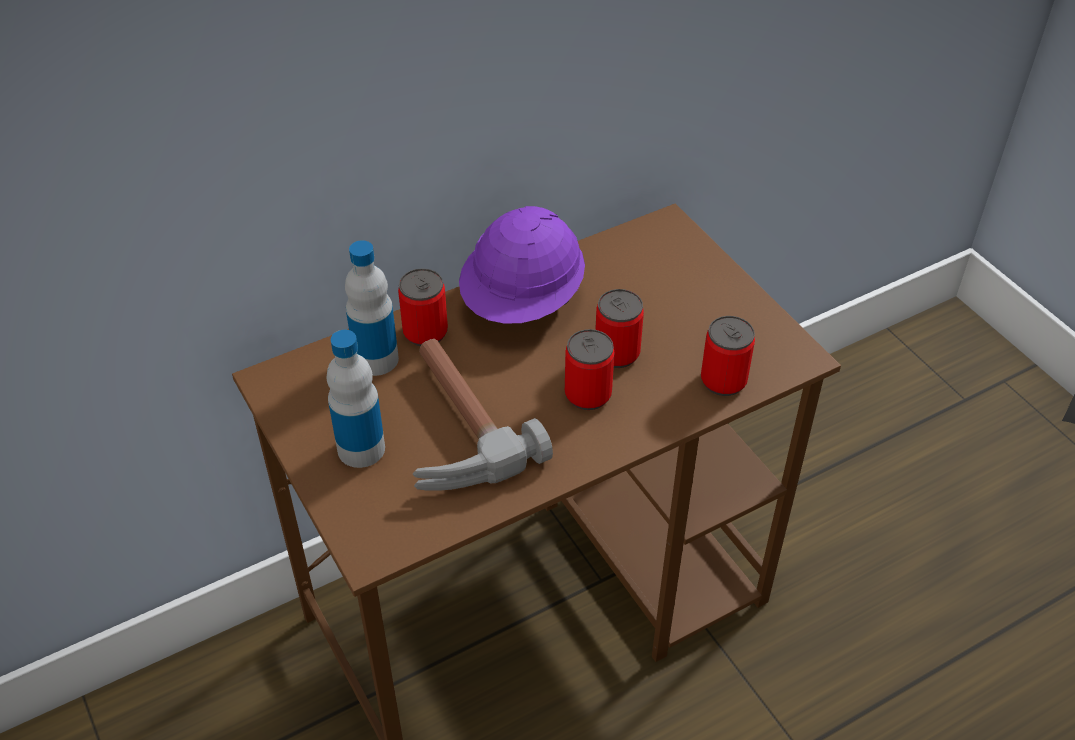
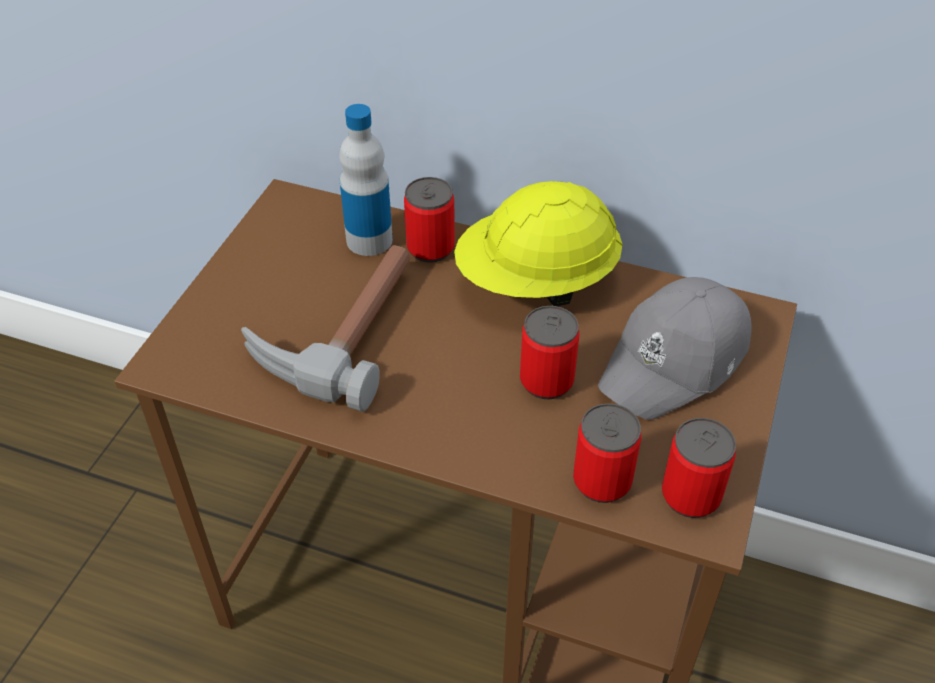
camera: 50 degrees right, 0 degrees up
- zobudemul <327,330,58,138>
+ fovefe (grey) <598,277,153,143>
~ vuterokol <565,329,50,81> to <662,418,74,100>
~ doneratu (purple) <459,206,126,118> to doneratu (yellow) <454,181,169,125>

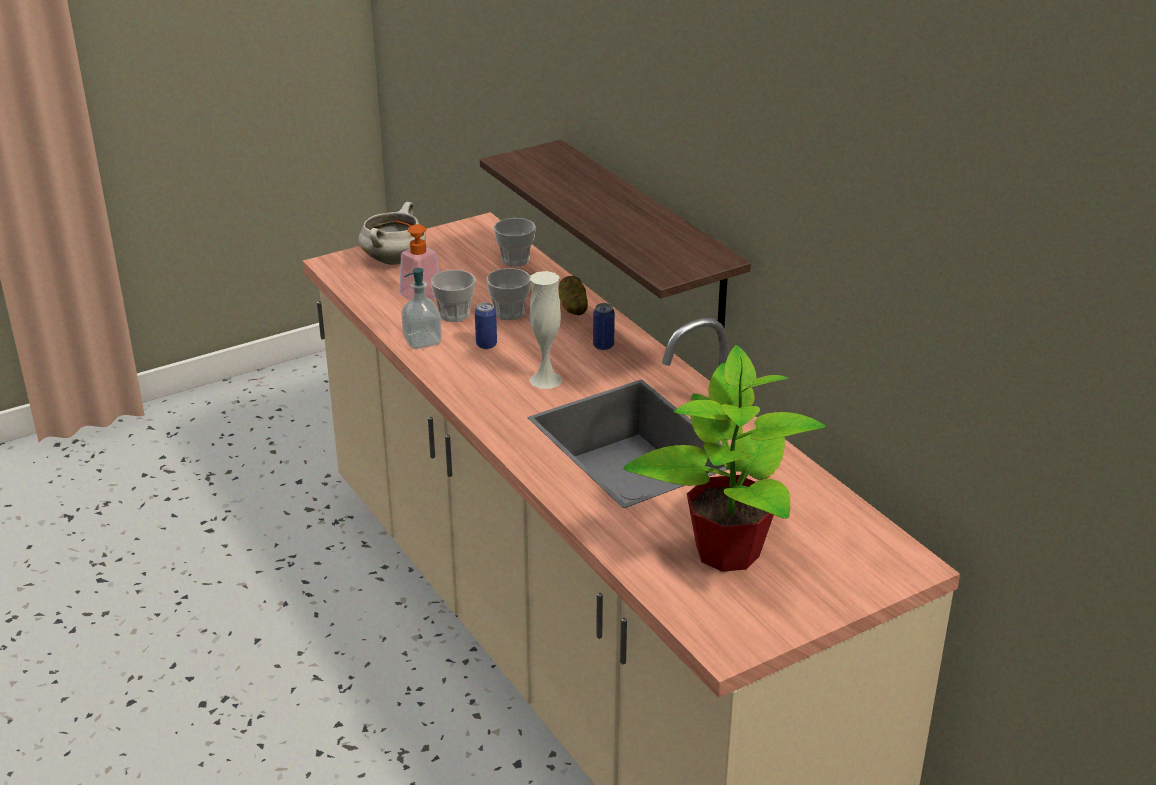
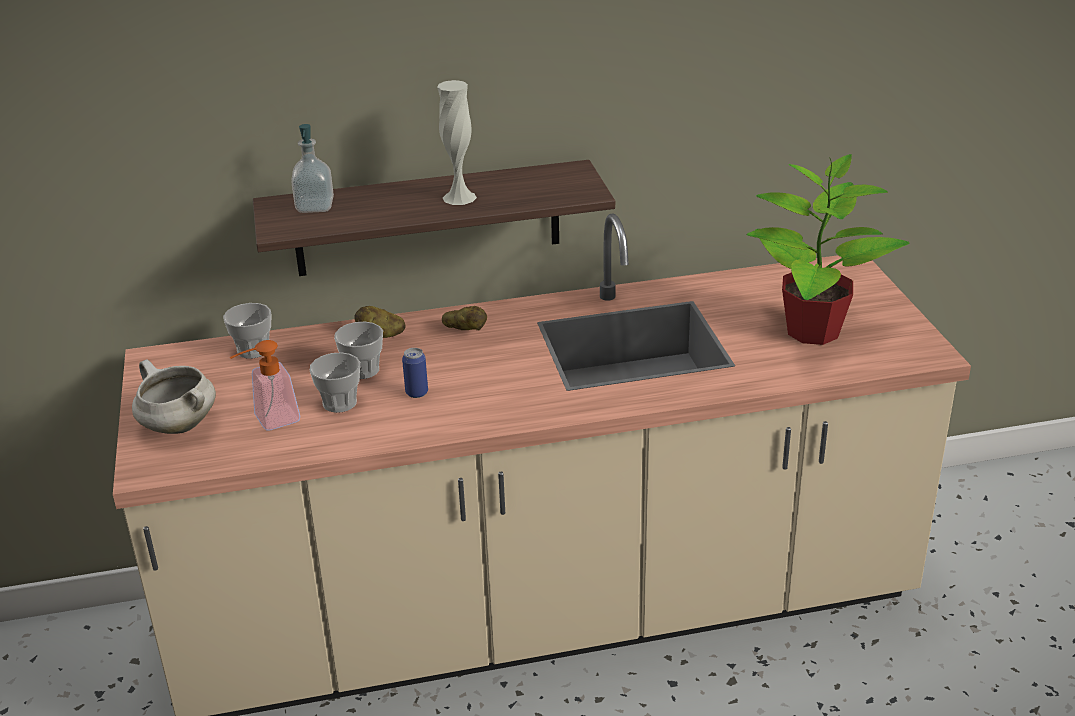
camera: 70 degrees left, 0 degrees up
~ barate <401,268,41,81> to <291,124,43,89>
~ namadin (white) <529,271,34,118> to <437,80,40,125>
~ vuterokol <593,303,22,47> to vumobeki <442,306,45,24>

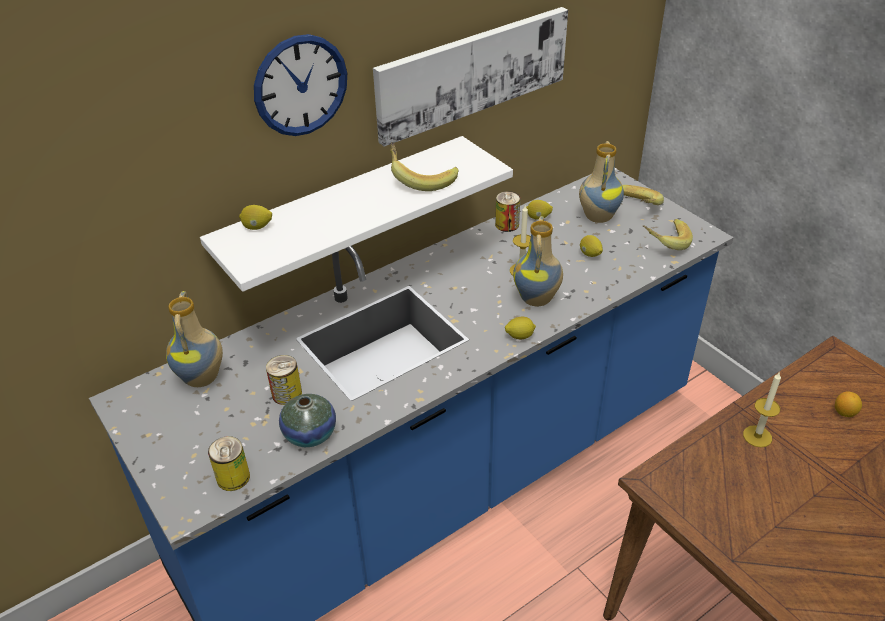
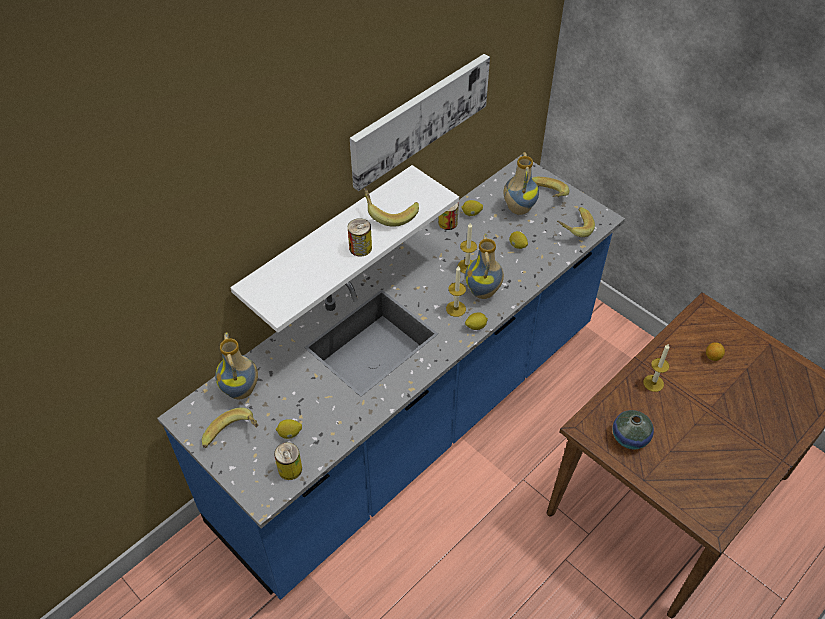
camera: 10 degrees left, 10 degrees up
- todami <254,34,93,102>
+ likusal <202,407,56,41>
+ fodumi <446,266,20,51>
~ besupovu <239,205,33,25> to <276,419,26,20>
~ vuterokol <266,355,36,50> to <348,218,24,38>
~ namadin <279,394,57,53> to <613,410,41,39>

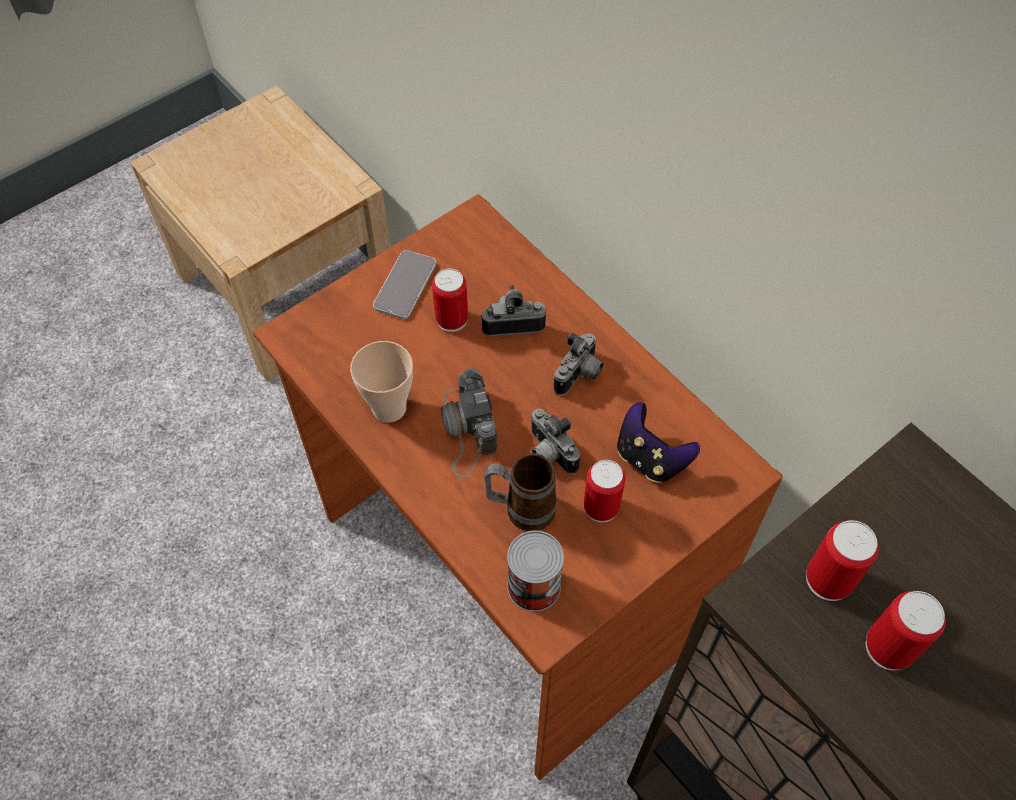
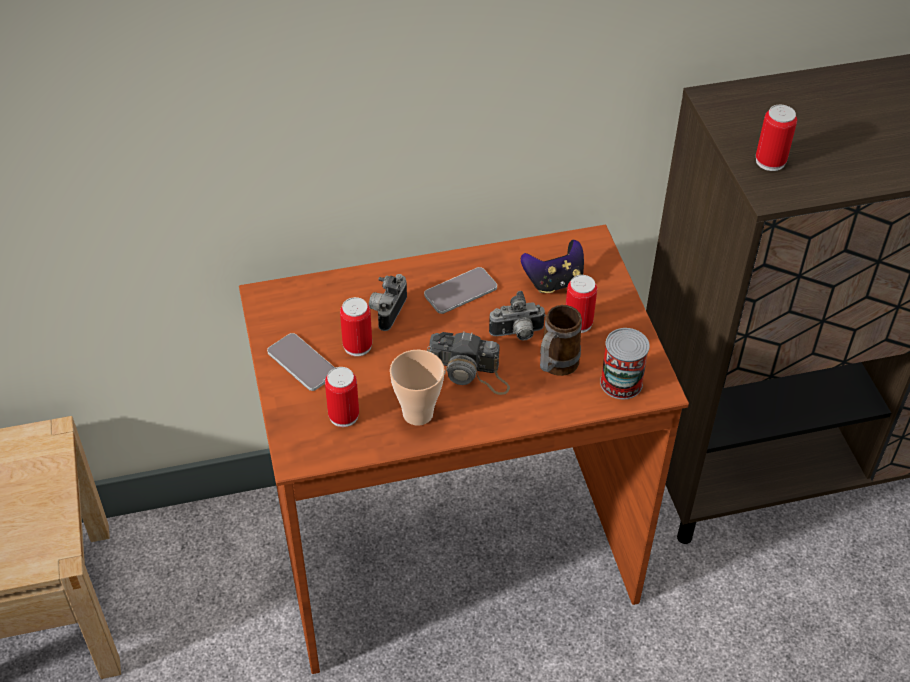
camera: 65 degrees left, 10 degrees down
~ vuterokol <866,591,80,80> to <325,367,34,60>
~ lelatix <553,333,50,62> to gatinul <424,267,73,47>

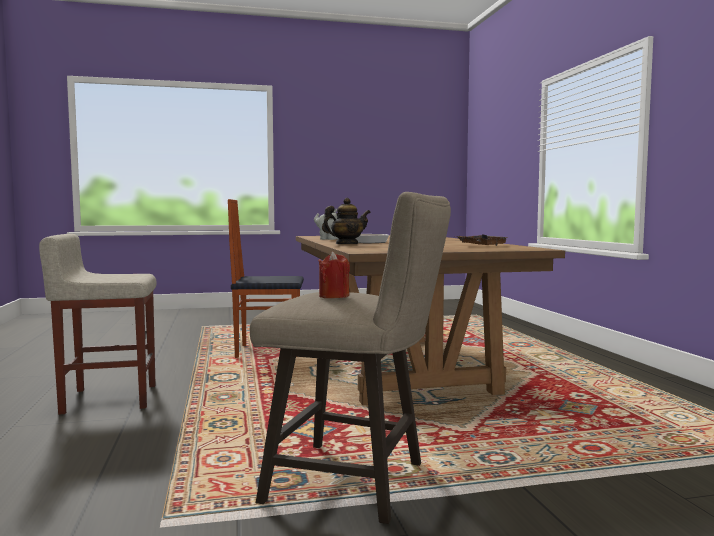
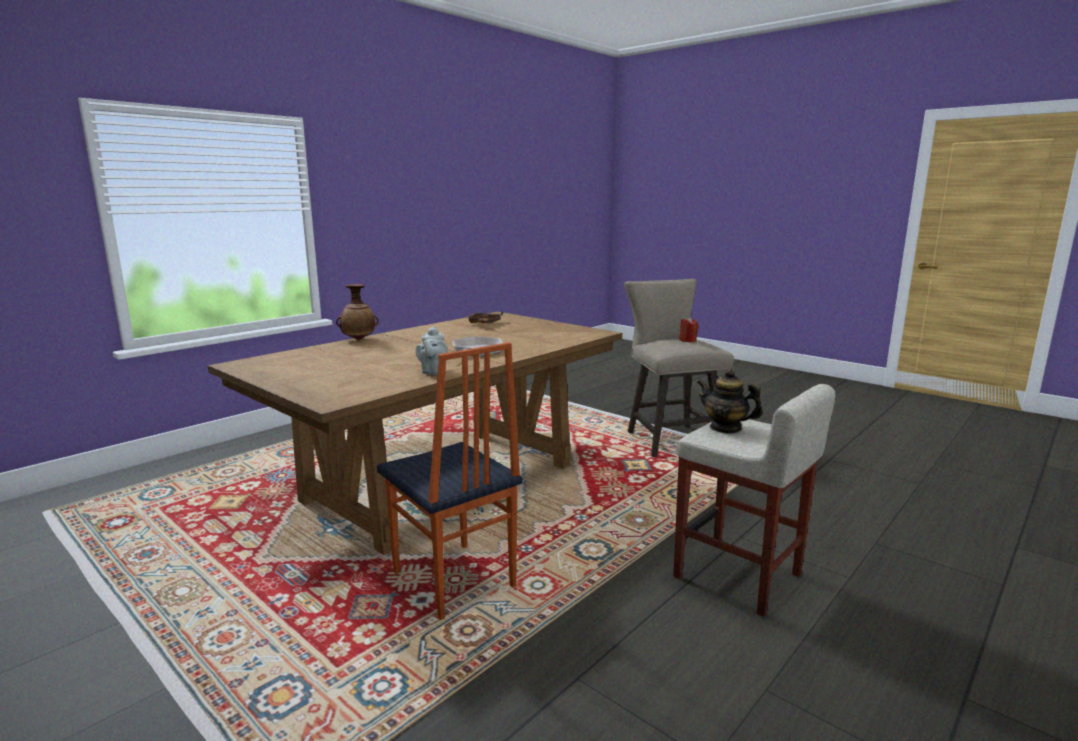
camera: 125 degrees left, 10 degrees up
+ namadin <336,284,43,56>
~ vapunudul <322,198,48,46> to <697,369,66,64>

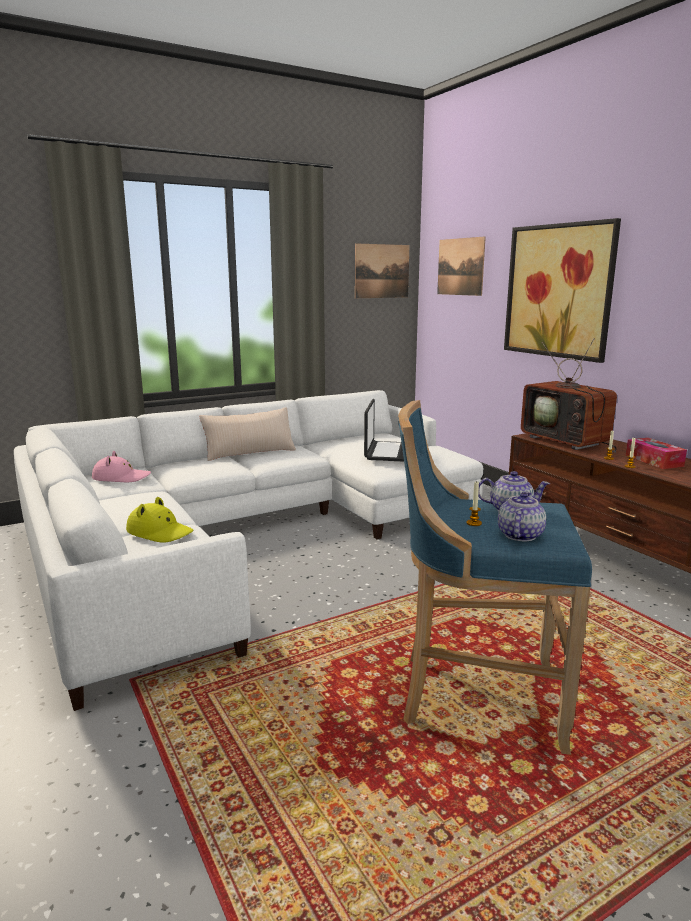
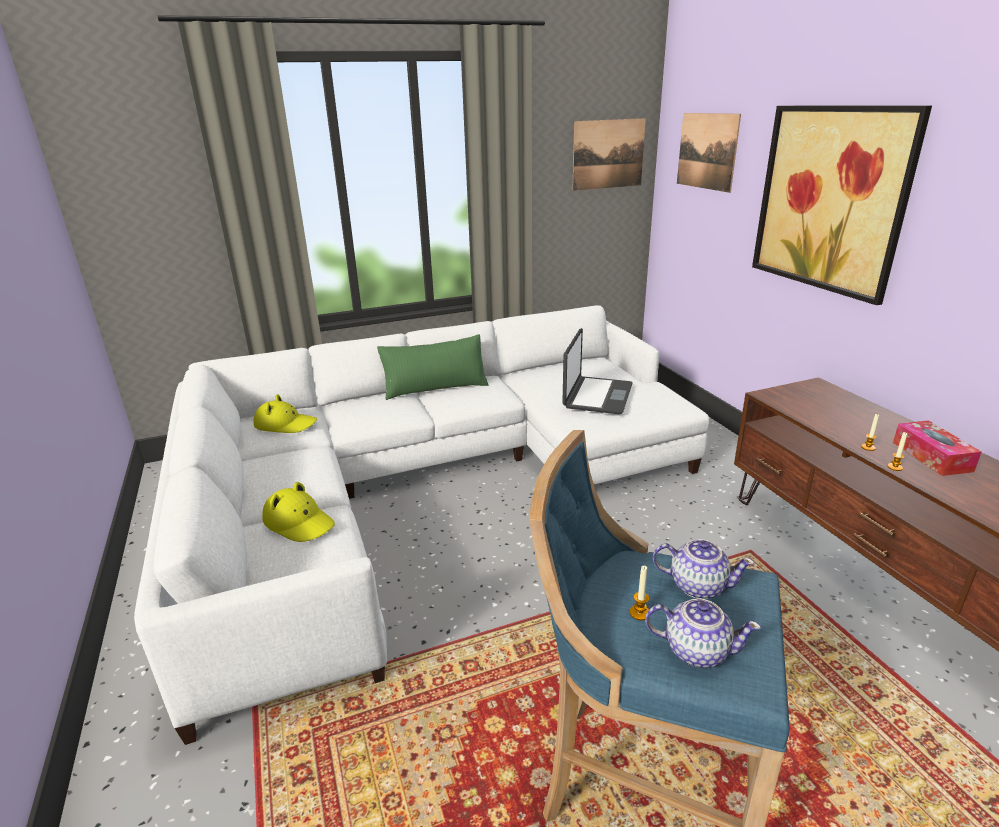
camera: 10 degrees right, 10 degrees up
- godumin <521,338,96,115>
~ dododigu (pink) <92,451,59,31> to dododigu (yellow) <254,394,63,39>
~ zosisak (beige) <199,407,97,54> to zosisak (green) <377,334,111,66>
~ vapunudul <498,491,48,50> = <645,599,116,69> 75 degrees clockwise

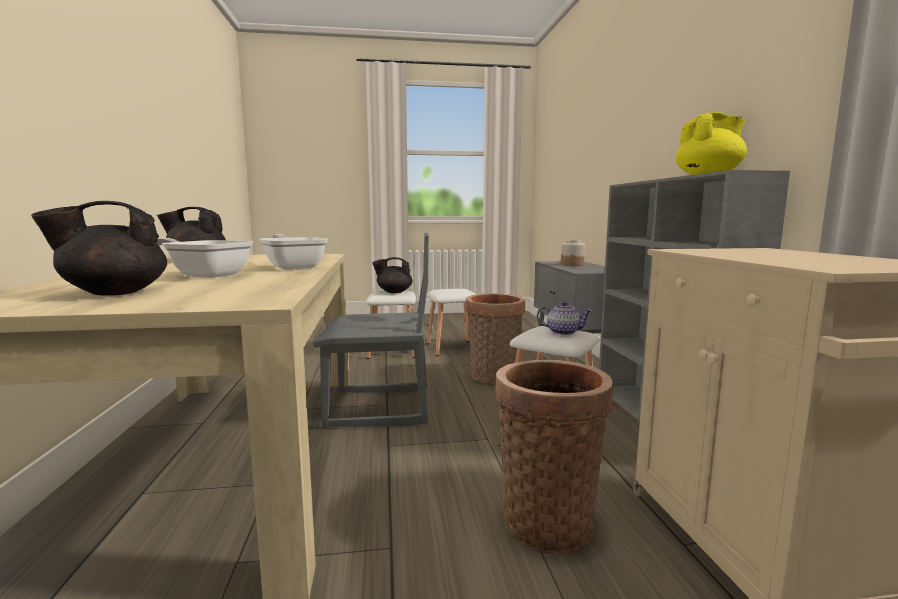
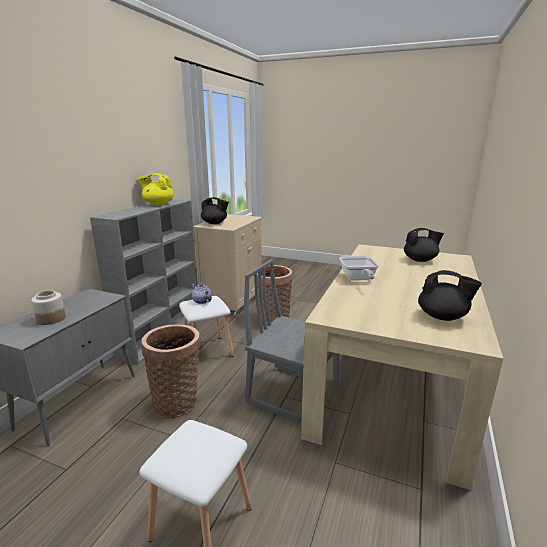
camera: 150 degrees left, 10 degrees up
- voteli <157,238,96,40>
- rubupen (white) <427,289,49,67>
~ vapunudul (black) <372,257,41,36> to <201,197,28,27>

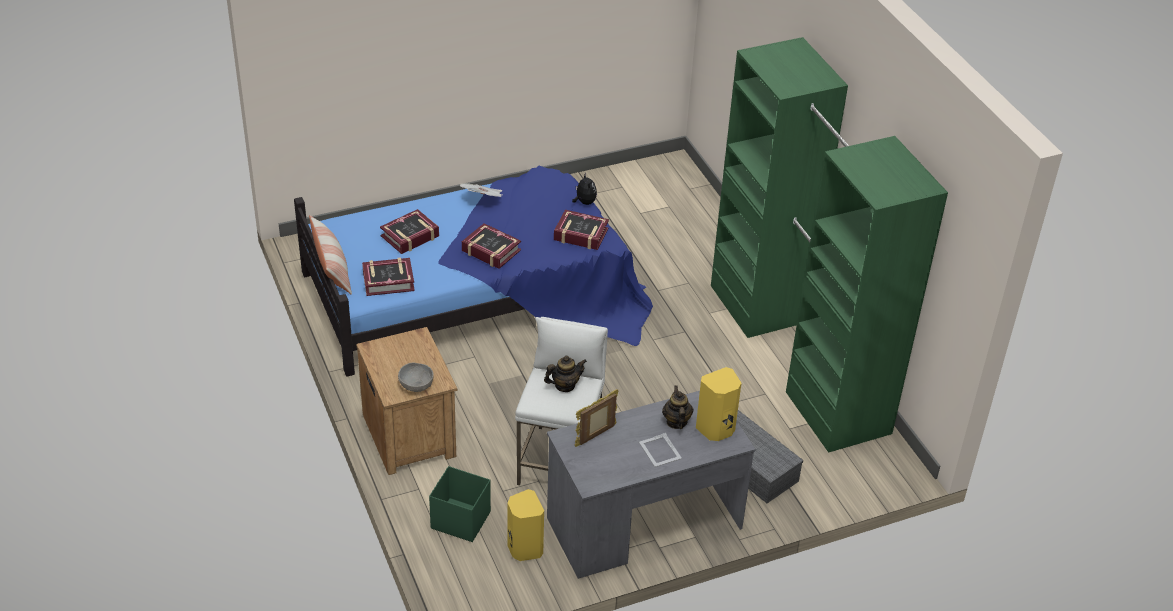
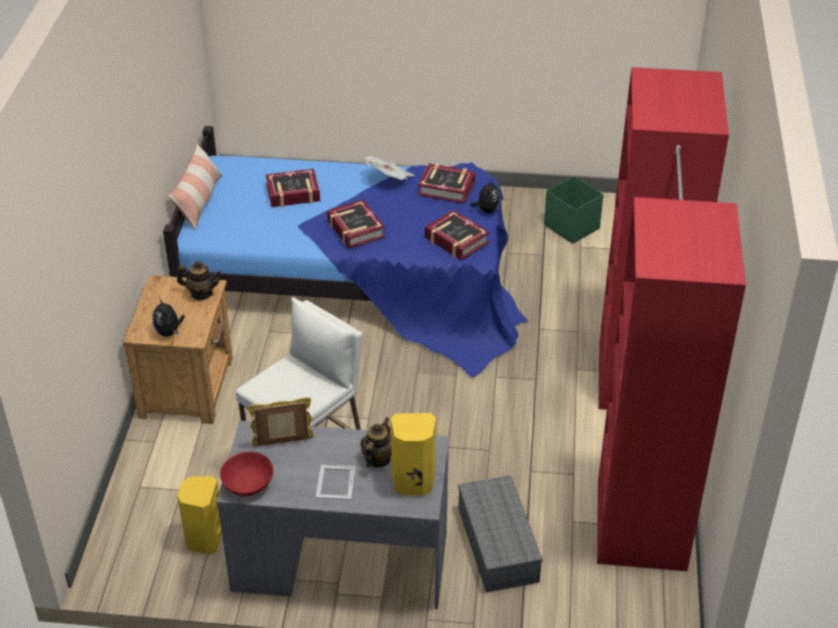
camera: 30 degrees right, 0 degrees up
+ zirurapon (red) <220,452,54,44>
~ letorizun <362,257,53,39> to <418,163,58,41>
~ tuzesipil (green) <429,466,62,76> to <544,176,60,68>
~ vapunudul <544,355,43,37> to <177,261,44,39>
~ zirurapon (grey) <398,362,36,30> to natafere <153,297,32,40>
~ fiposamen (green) <711,37,237,416> to fiposamen (red) <597,67,149,504>

